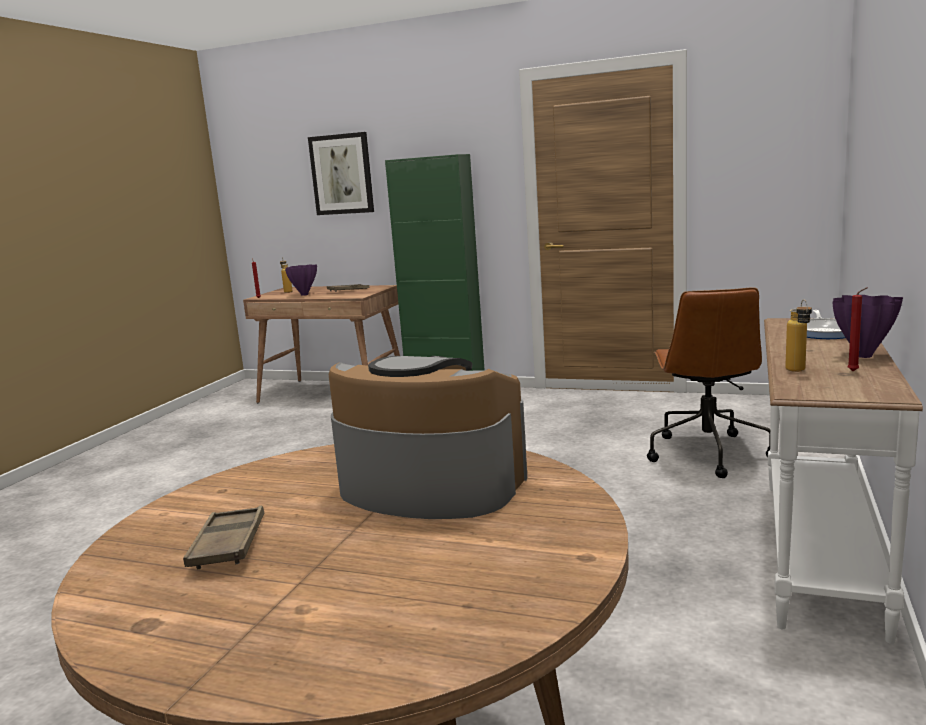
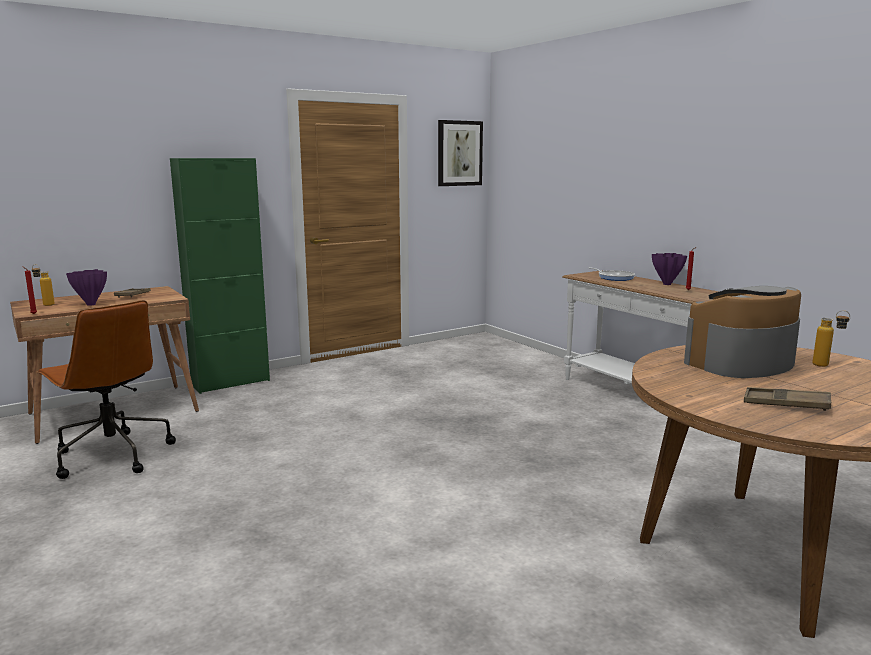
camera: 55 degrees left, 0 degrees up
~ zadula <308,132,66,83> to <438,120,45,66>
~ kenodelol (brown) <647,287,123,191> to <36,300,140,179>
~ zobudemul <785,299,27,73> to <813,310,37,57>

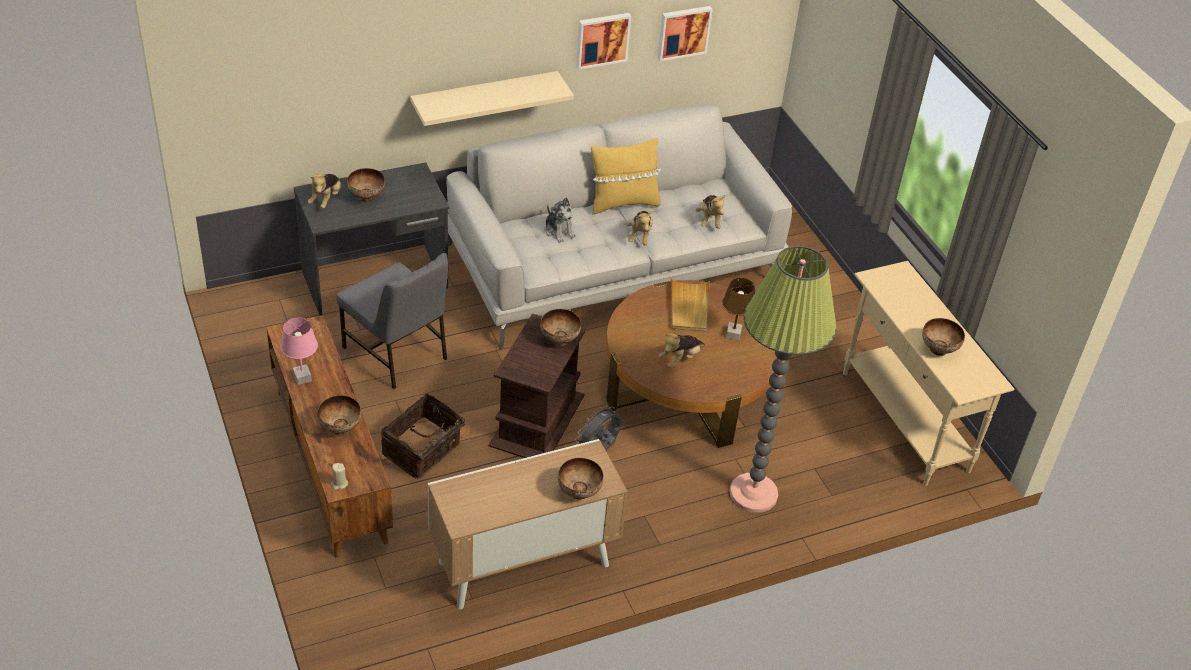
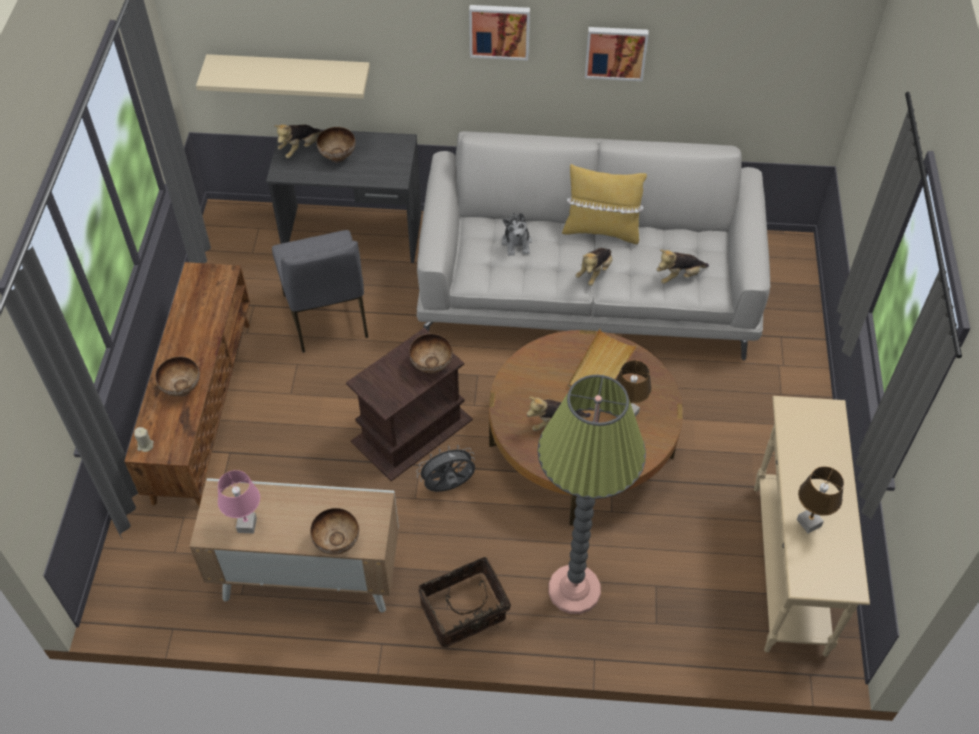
camera: 30 degrees right, 10 degrees up
~ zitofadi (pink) <281,318,37,67> to <218,470,42,63>
~ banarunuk <381,393,91,86> to <418,557,94,90>
~ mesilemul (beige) <410,71,164,55> to <196,54,174,45>
~ zadula <658,6,55,55> to <469,5,61,56>
~ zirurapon <922,318,43,38> to zitofadi (brown) <797,466,47,67>
~ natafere <696,195,30,34> = <656,250,53,34> 45 degrees clockwise

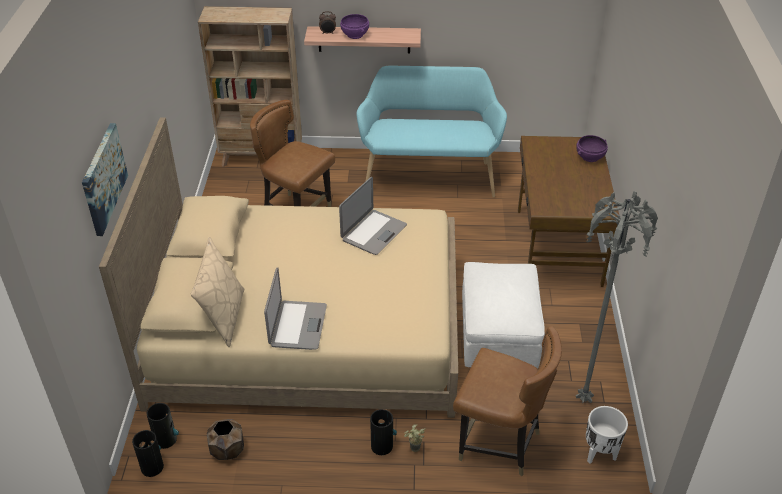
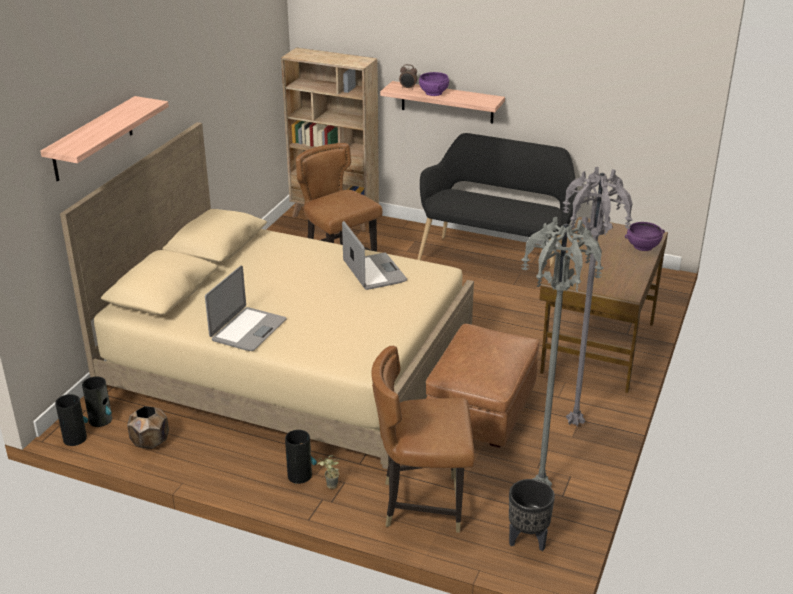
camera: 20 degrees right, 10 degrees down
- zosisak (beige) <191,237,53,110>
+ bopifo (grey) <563,167,70,259>
~ zadula <82,123,46,113> to mesilemul <40,96,129,86>
~ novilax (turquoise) <356,66,151,131> to novilax (black) <417,133,161,134>
~ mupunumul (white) <462,262,83,107> to mupunumul (brown) <426,324,113,124>
~ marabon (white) <586,406,42,58> to marabon (black) <509,479,46,72>
~ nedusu <339,177,68,78> = <342,221,65,69> 75 degrees counterclockwise
~ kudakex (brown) <453,326,109,150> = <371,346,104,187> 135 degrees clockwise

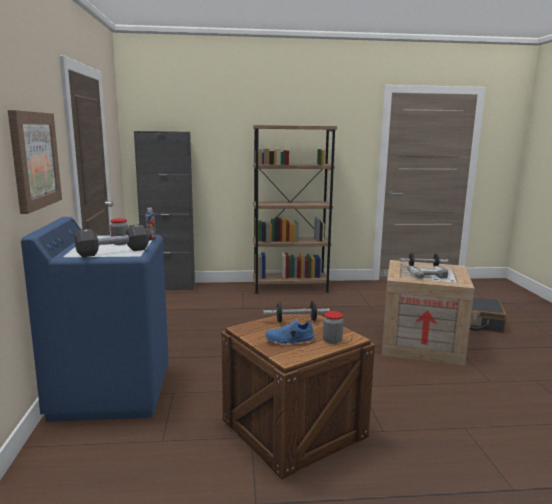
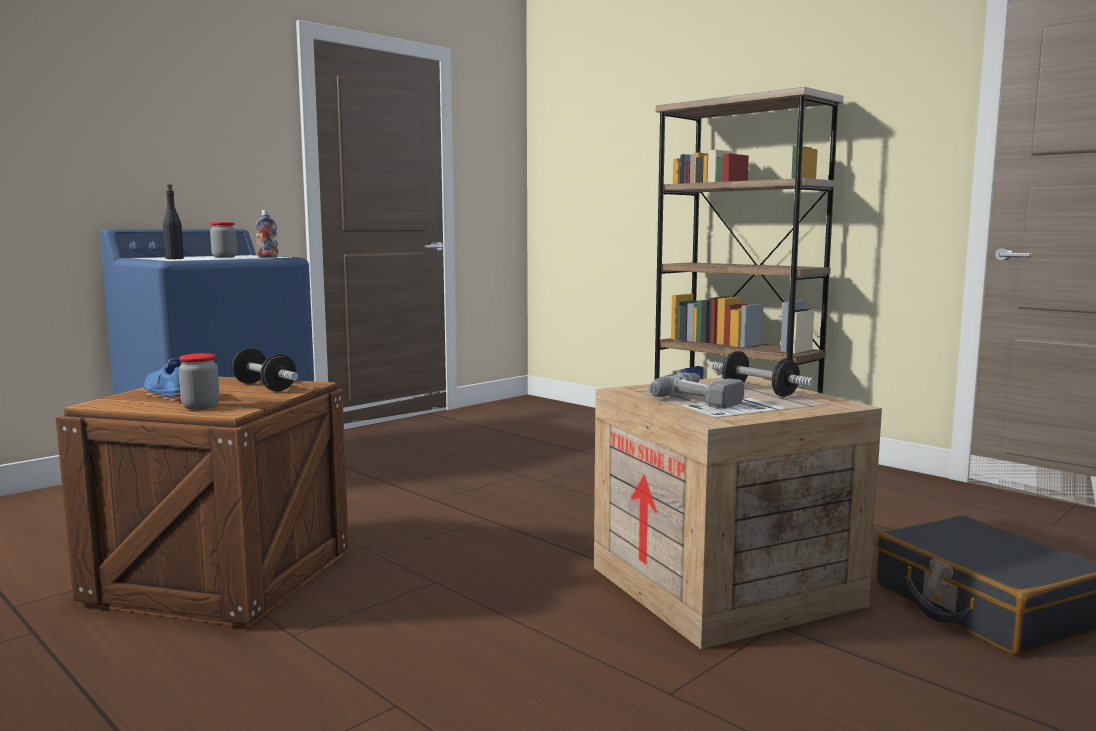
camera: 50 degrees right, 5 degrees down
- zadula <8,110,54,104>
- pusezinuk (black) <134,131,61,159>
~ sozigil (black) <75,224,74,33> to zobudemul (black) <163,184,21,75>

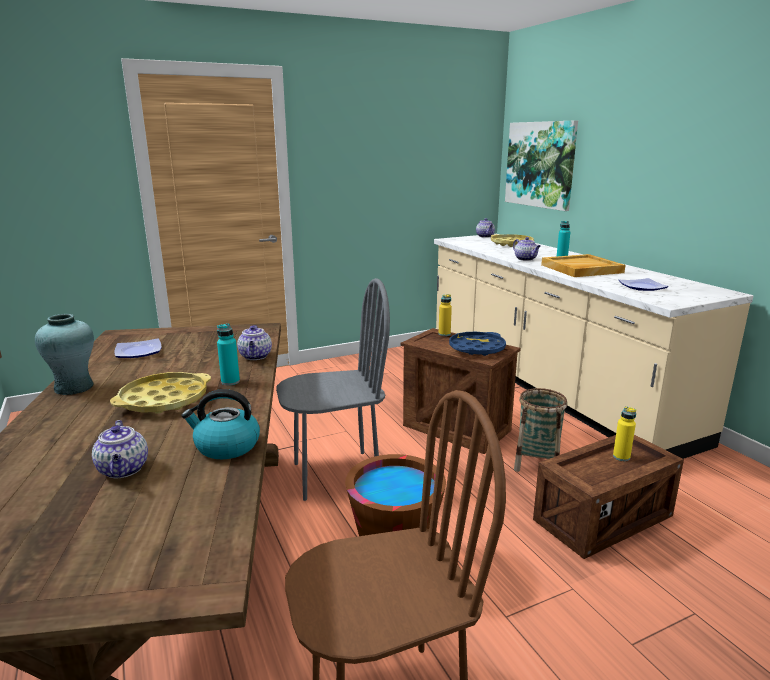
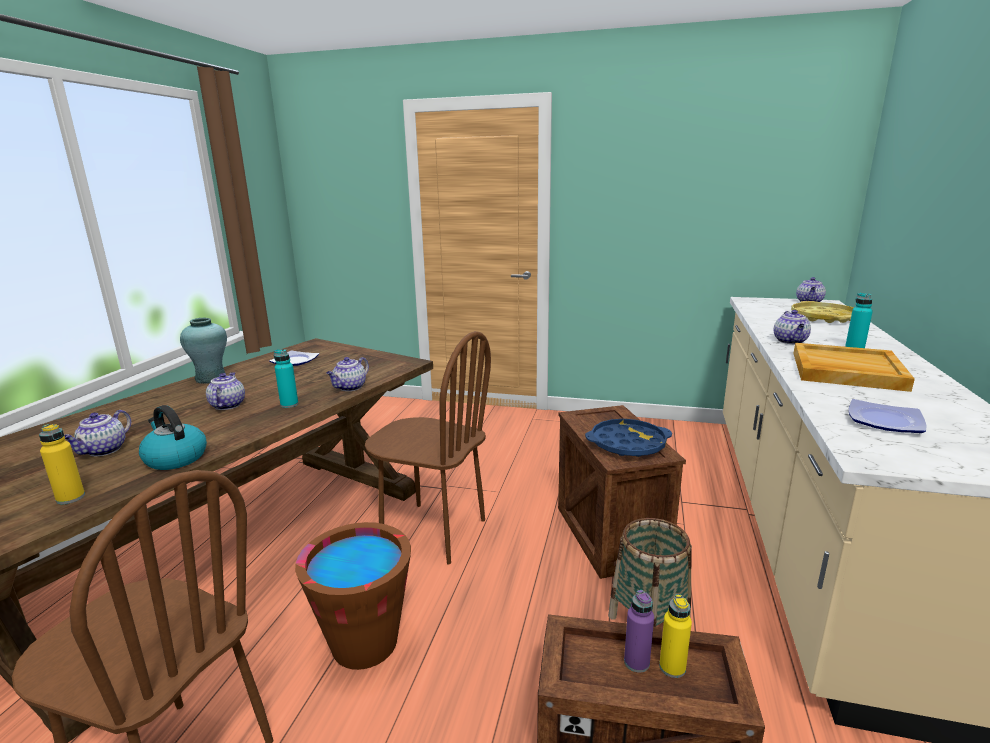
camera: 40 degrees right, 0 degrees up
- zadula <505,120,73,91>
+ zobudemul (purple) <624,590,30,83>
~ zobudemul (yellow) <439,294,13,42> to <39,424,46,81>
~ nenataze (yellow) <110,372,101,42> to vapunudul <206,373,39,37>
~ kudakex (grey) <276,278,114,223> to kudakex (brown) <365,331,126,234>

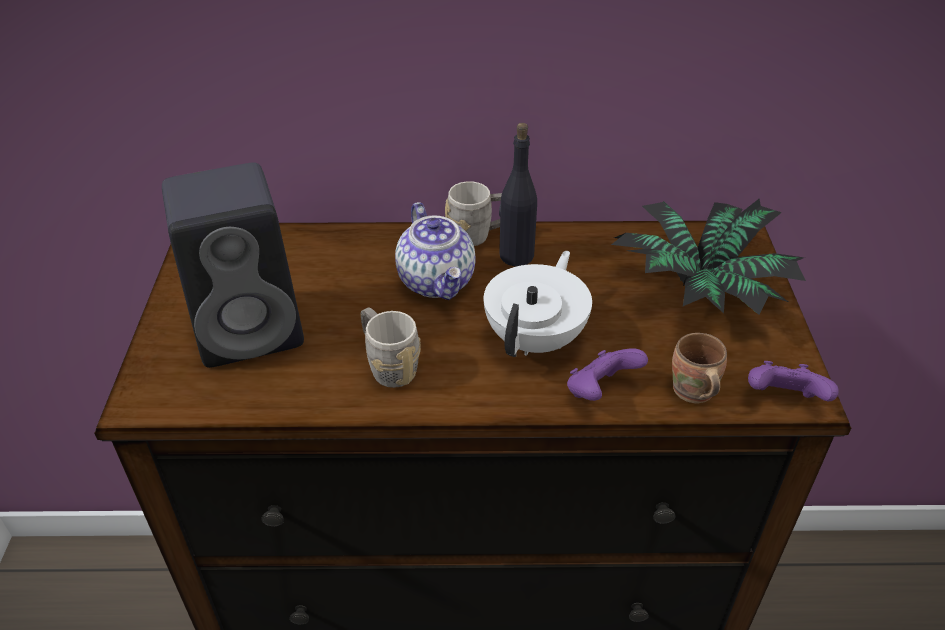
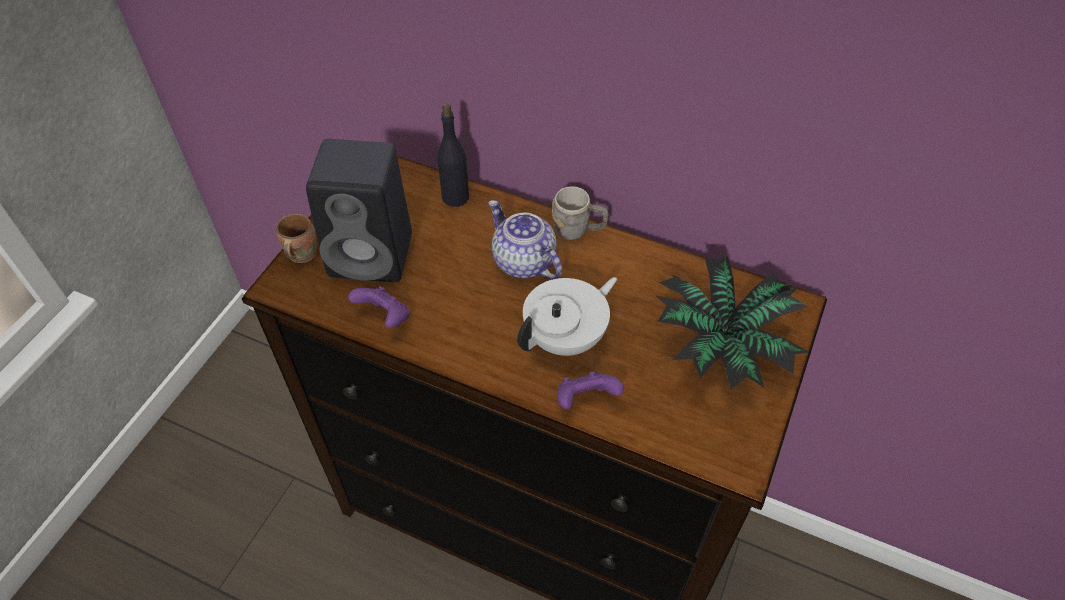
camera: 25 degrees right, 10 degrees up
- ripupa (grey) <361,307,60,81>
~ zobudemul (black) <499,123,38,143> to <438,103,31,104>
~ ripupa (brown) <672,333,55,70> to <276,213,40,50>
~ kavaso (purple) <748,361,91,40> to <348,286,62,42>
~ vapunudul <395,202,81,98> = <488,200,74,80> 135 degrees clockwise

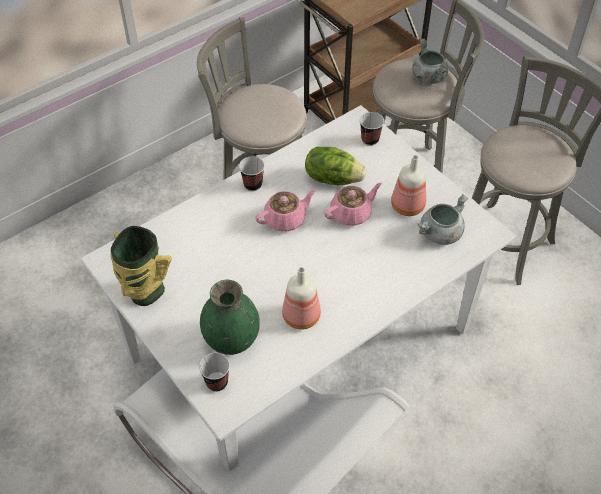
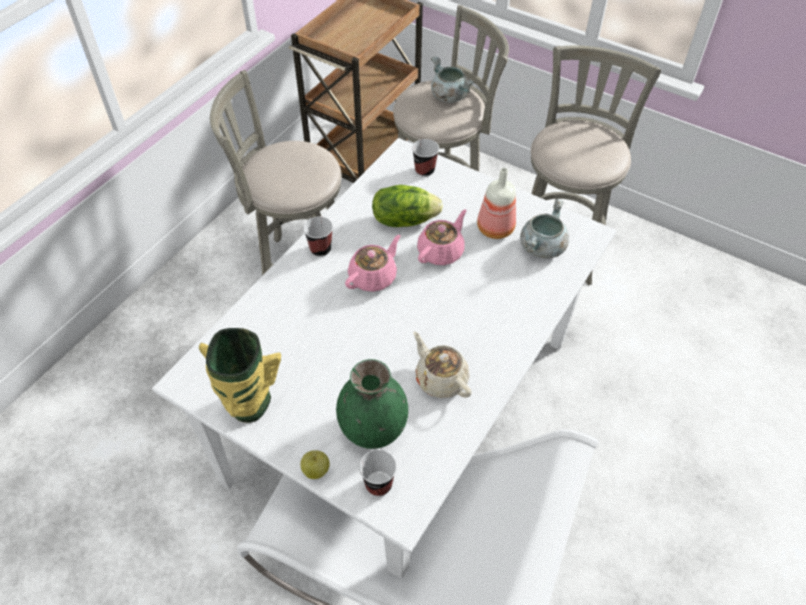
camera: 20 degrees left, 0 degrees up
+ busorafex <300,450,30,29>
~ zobudemul <282,267,39,63> to vapunudul (beige) <413,331,59,67>

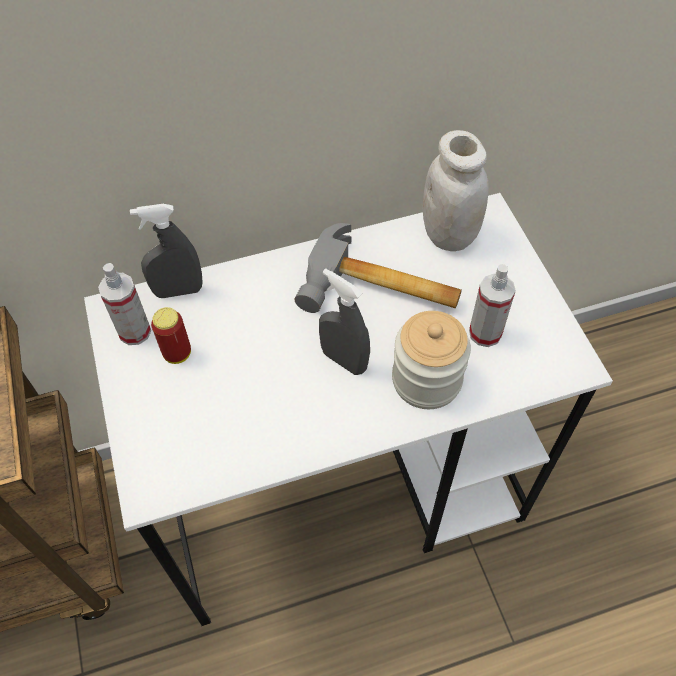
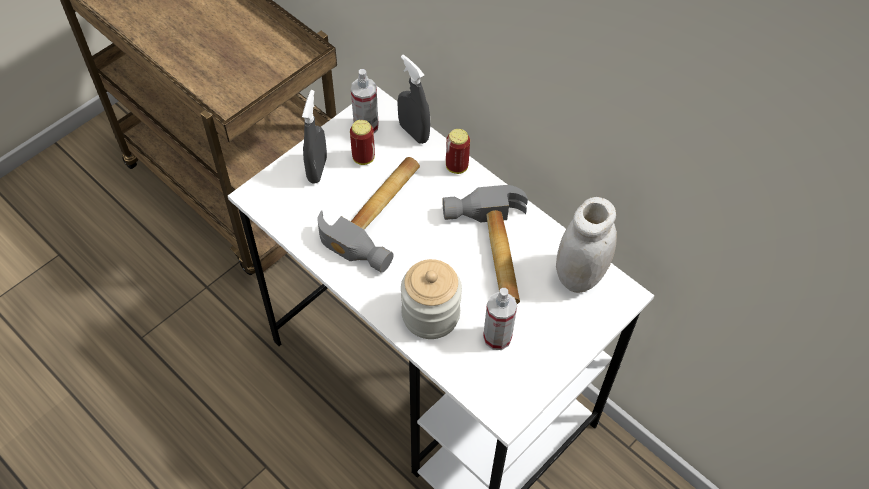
camera: 60 degrees right, 0 degrees up
+ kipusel <317,157,103,116>
+ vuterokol <446,129,24,45>
~ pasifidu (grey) <319,269,51,106> to <302,90,25,94>

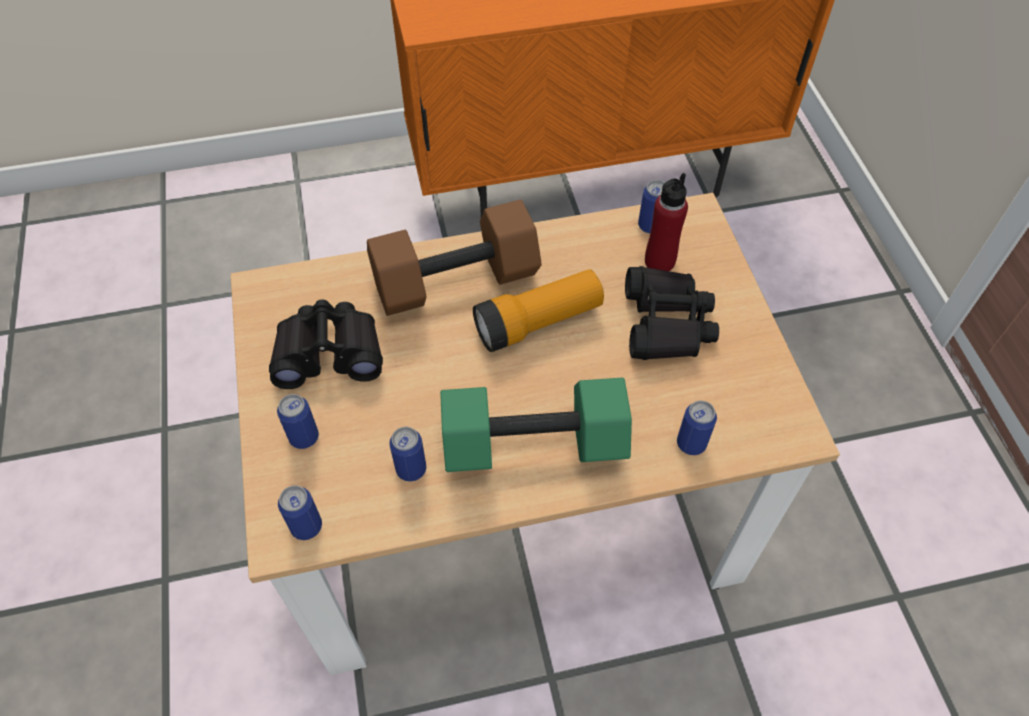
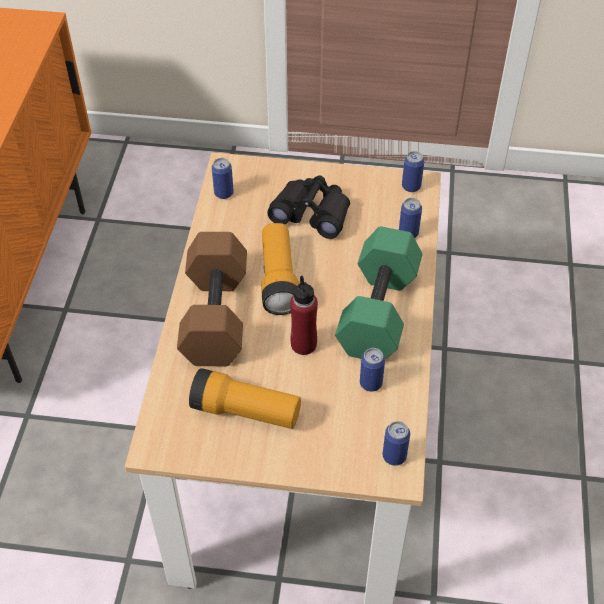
camera: 70 degrees left, 5 degrees down
~ vuterokol <277,394,42,55> to <402,151,22,41>
~ zobudemul (red) <645,173,43,98> to <290,276,28,79>
~ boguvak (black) <269,299,114,90> to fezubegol <189,368,112,61>

